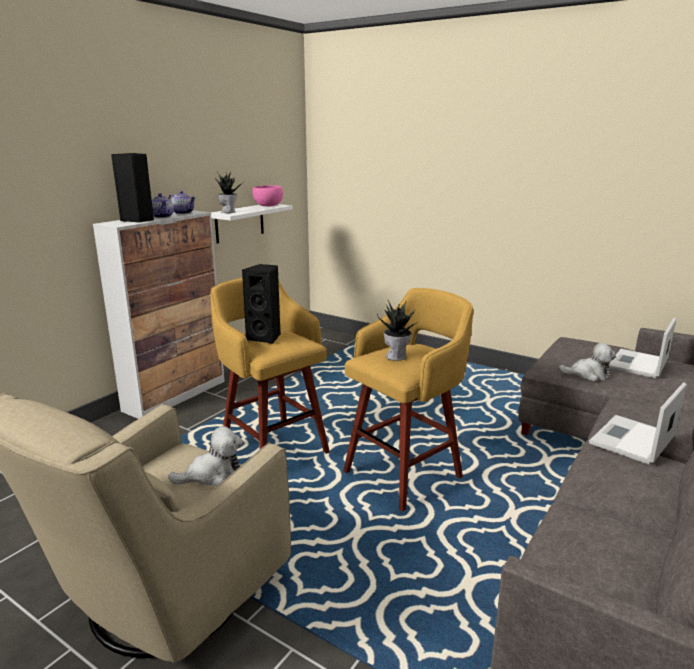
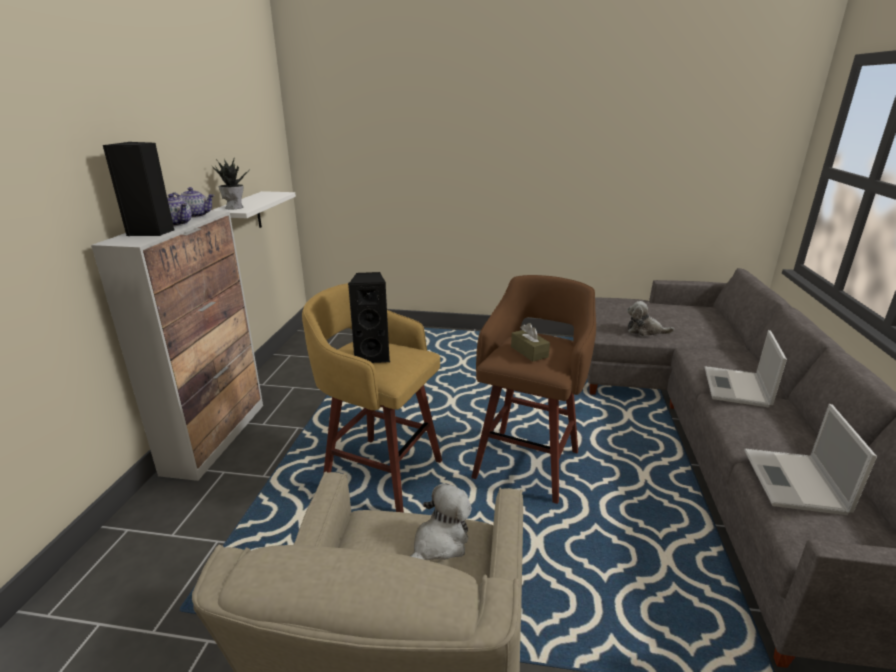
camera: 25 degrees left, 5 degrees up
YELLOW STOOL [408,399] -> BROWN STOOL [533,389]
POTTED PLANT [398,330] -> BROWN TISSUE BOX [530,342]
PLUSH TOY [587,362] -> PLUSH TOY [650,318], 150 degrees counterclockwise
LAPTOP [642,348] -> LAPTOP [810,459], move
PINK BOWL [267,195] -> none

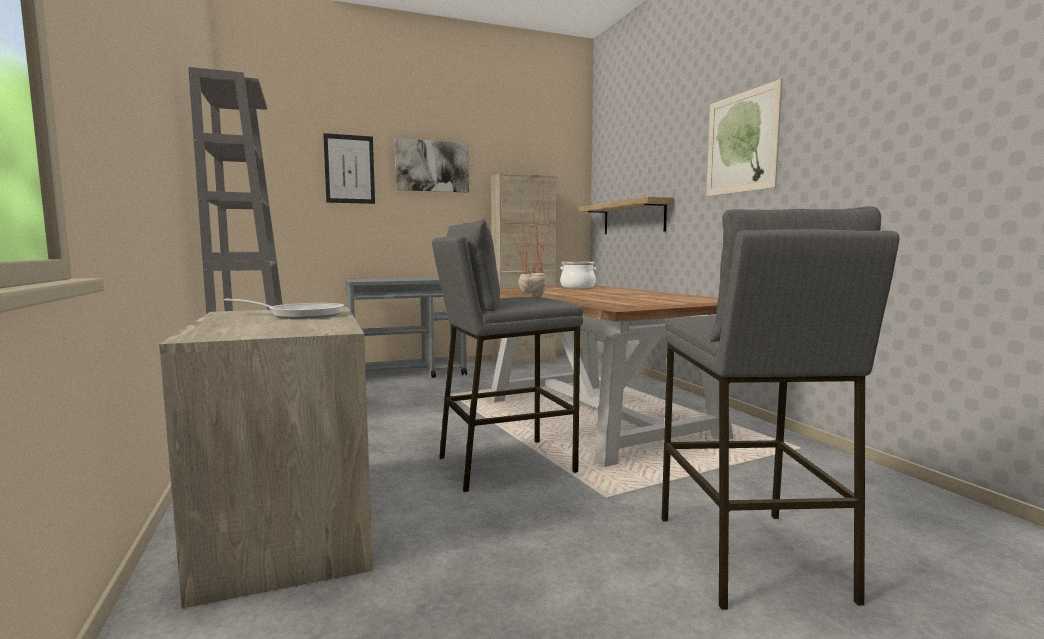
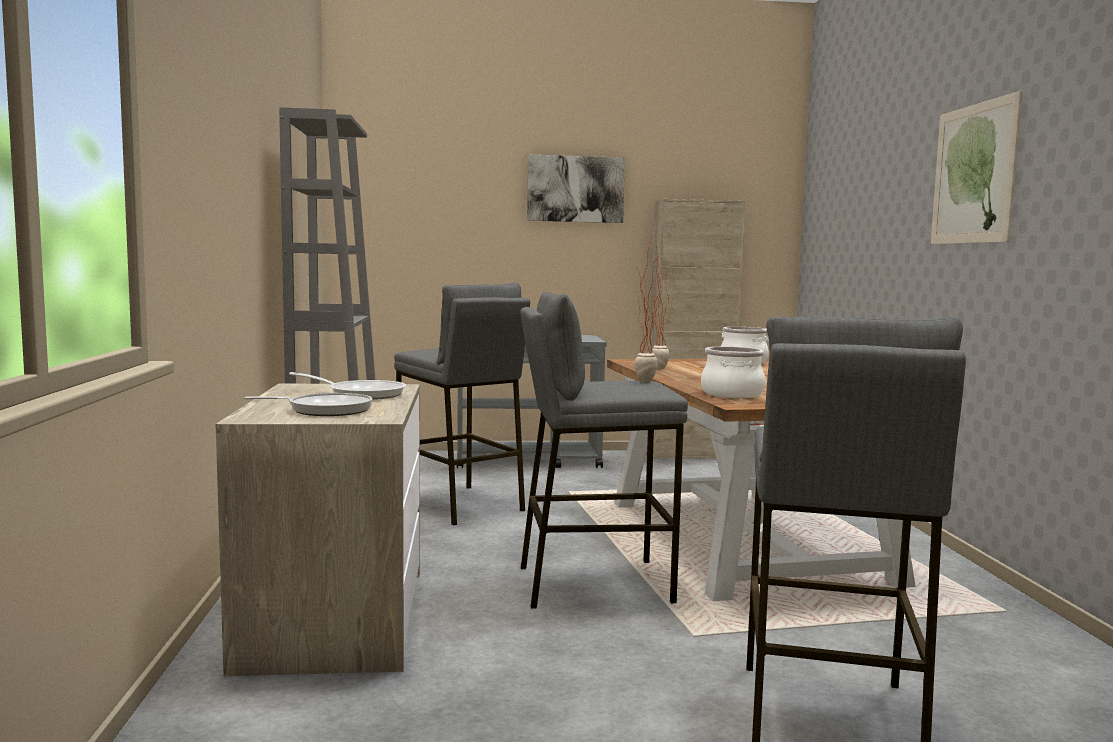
camera: 15 degrees right, 0 degrees up
none -> FRYING PAN [308,404]
none -> GREY STOOL [462,404]
none -> COOKING POT [733,372]
PICTURE [349,168] -> none
SHELF [626,215] -> none

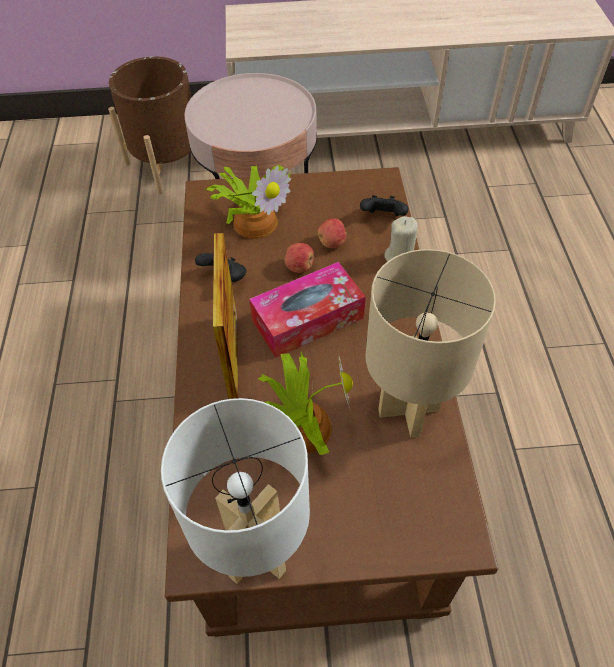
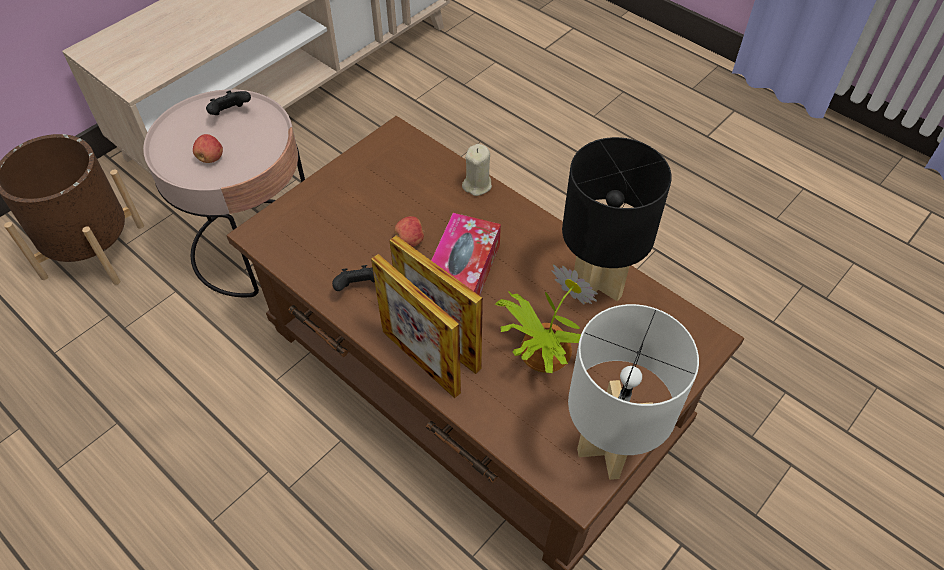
camera: 45 degrees left, 0 degrees up
APPLE [332,233] -> APPLE [208,148], move
BLACK GAME CONTROLLER [384,205] -> BLACK GAME CONTROLLER [228,102], move
none -> PICTURE FRAME [416,326]
BEIGE TABLE LAMP [430,343] -> BLACK TABLE LAMP [616,220]
POTTED PLANT [247,202] -> none

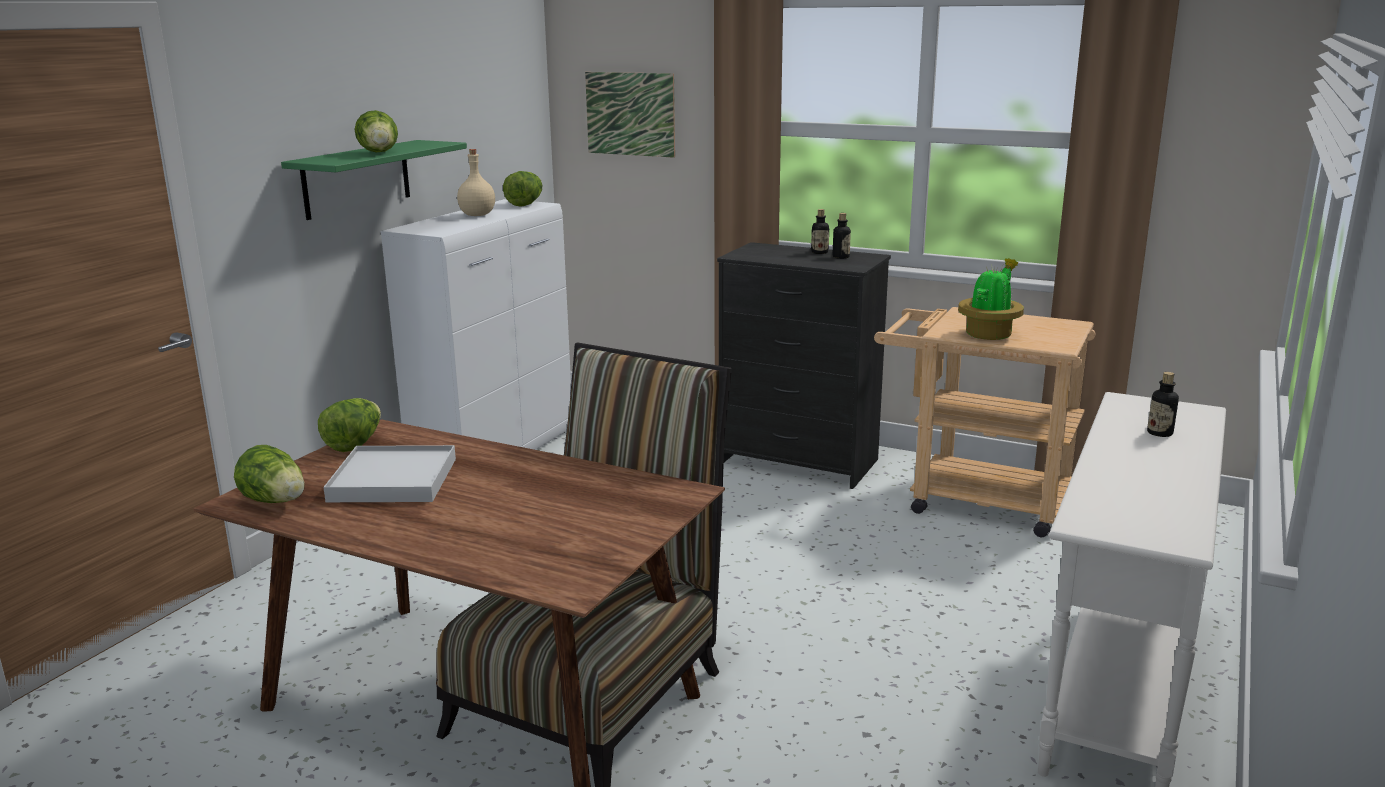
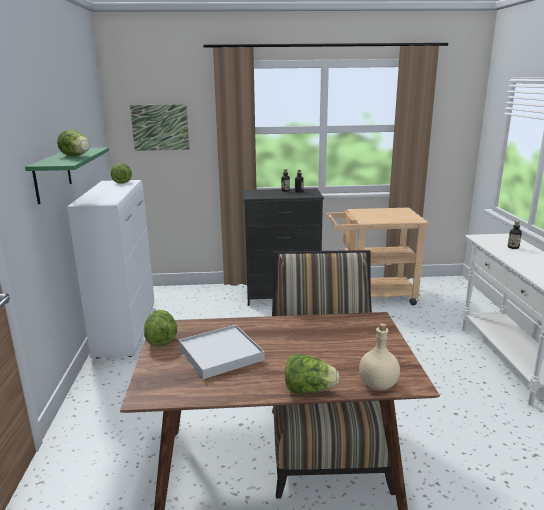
camera: 30 degrees left, 0 degrees up
LETTUCE [269,474] -> LETTUCE [312,374], move
BEIGE BOTTLE [476,182] -> BEIGE BOTTLE [379,356], move
POTTED PLANT [991,299] -> none

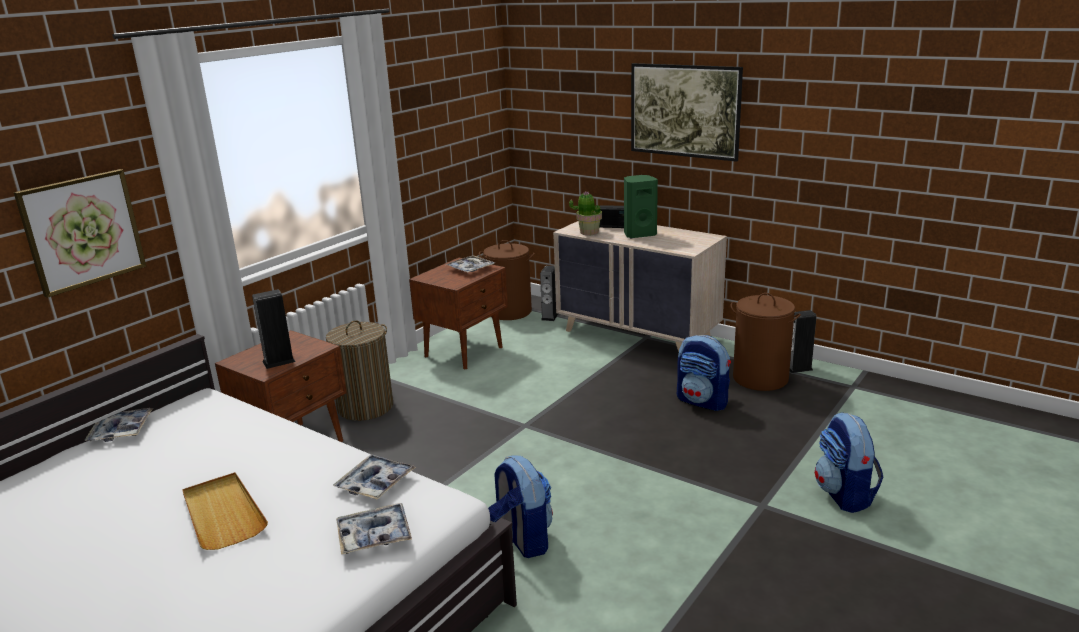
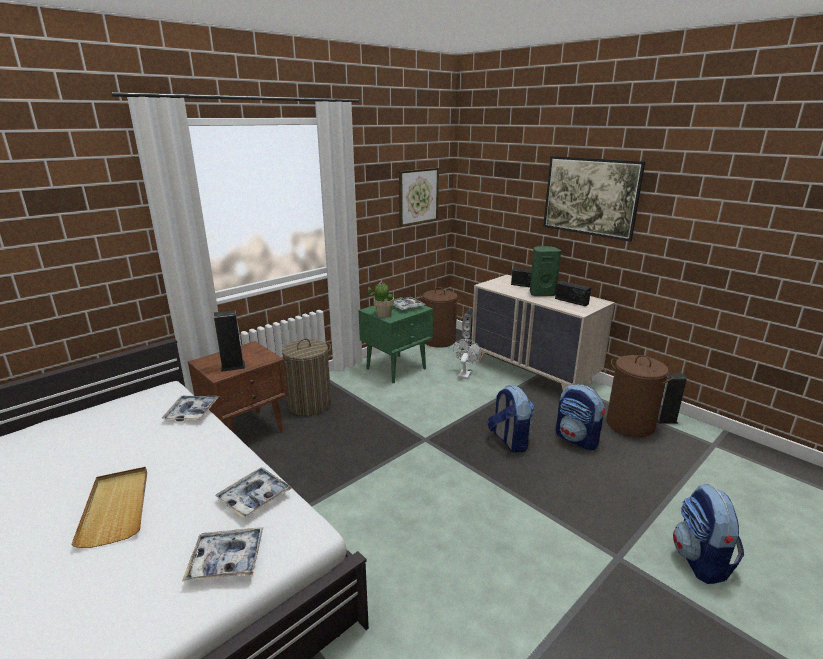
camera: 10 degrees right, 0 degrees up
TRAY [119,425] -> TRAY [190,408], move
BROWN NIGHTSTAND [458,313] -> GREEN NIGHTSTAND [395,340]
POTTED PLANT [585,213] -> POTTED PLANT [381,299], move
PICTURE [80,233] -> PICTURE [419,197], move
none -> WHITE FAN [467,359]
BACKPACK [520,506] -> BACKPACK [510,419], move
none -> RADIO [573,293]

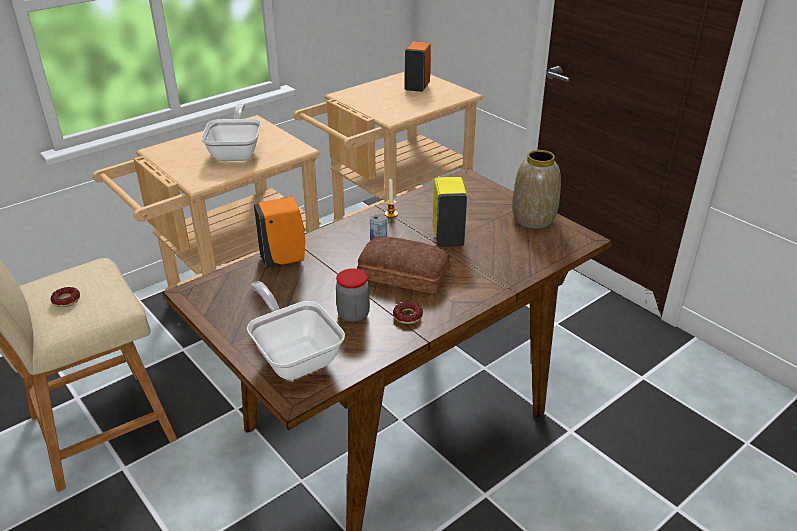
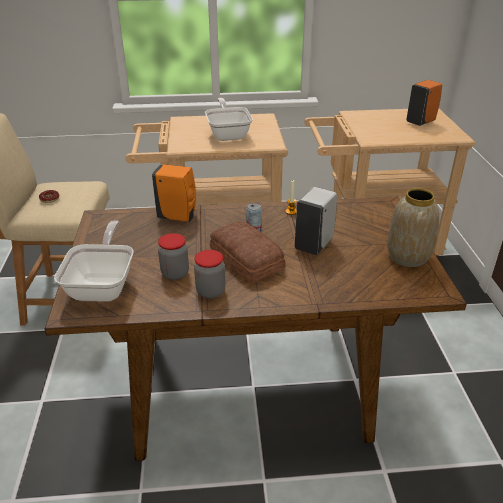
camera: 35 degrees right, 0 degrees up
DONUT [408,312] -> JAR [209,274]
FRYING PAN [231,132] -> FRYING PAN [229,119], 45 degrees counterclockwise
YELLOW SOAP DISPENSER [450,212] -> WHITE SOAP DISPENSER [316,221]

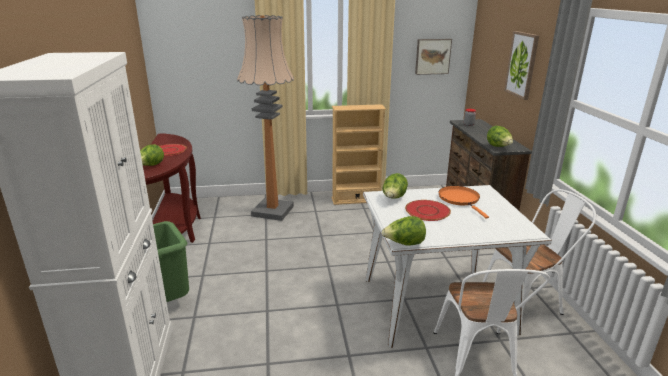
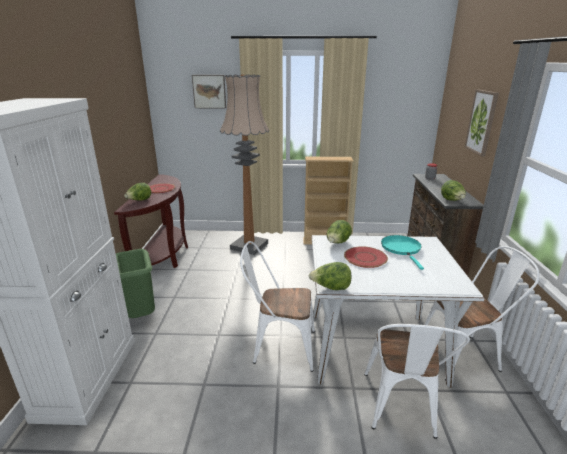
camera: 10 degrees right, 0 degrees up
PICTURE [433,57] -> PICTURE [209,91], move
none -> WHITE CHAIR [277,306]
ORANGE FRYING PAN [464,202] -> TURQUOISE FRYING PAN [402,252]

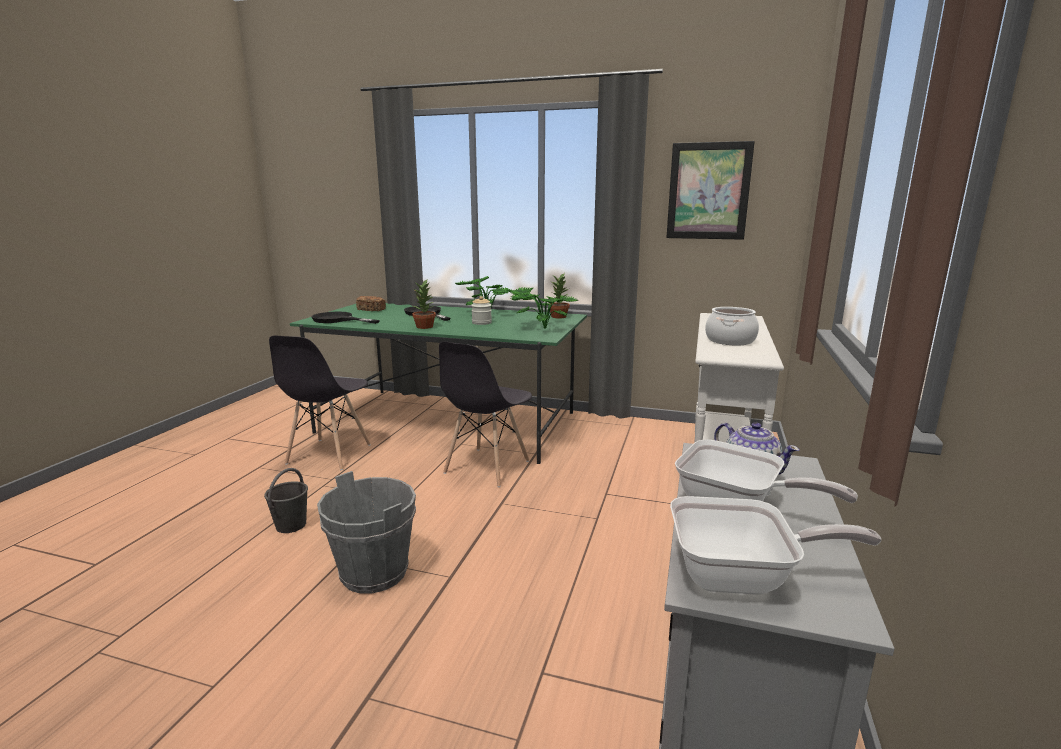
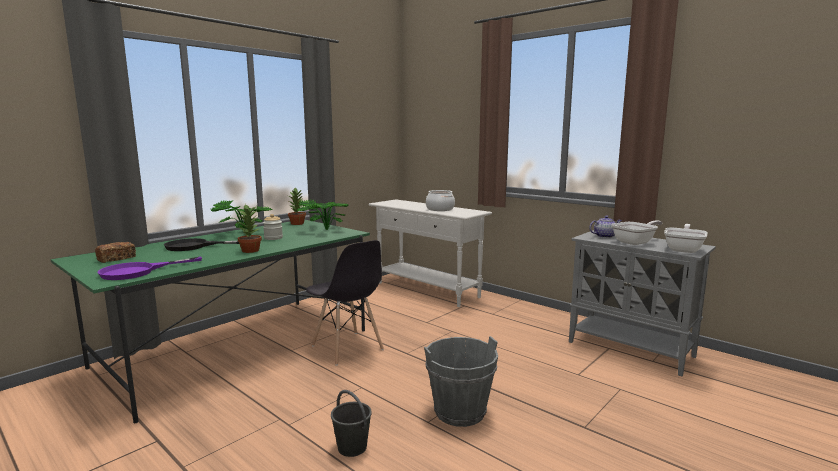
camera: 65 degrees left, 5 degrees down
BLACK FRYING PAN [346,318] -> PURPLE FRYING PAN [150,268]
GREY CHAIR [320,403] -> none
PICTURE [710,190] -> none

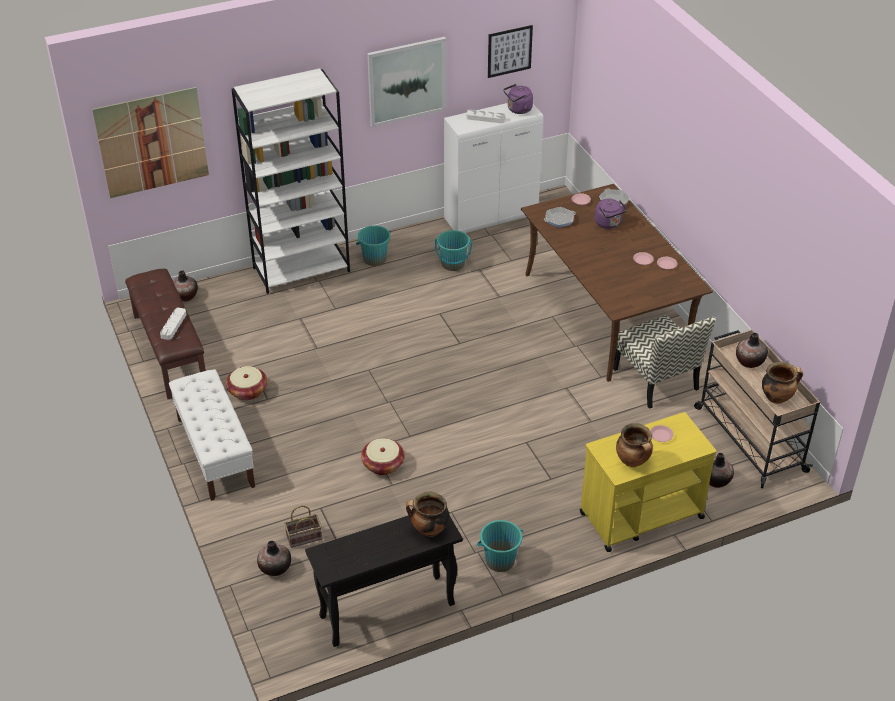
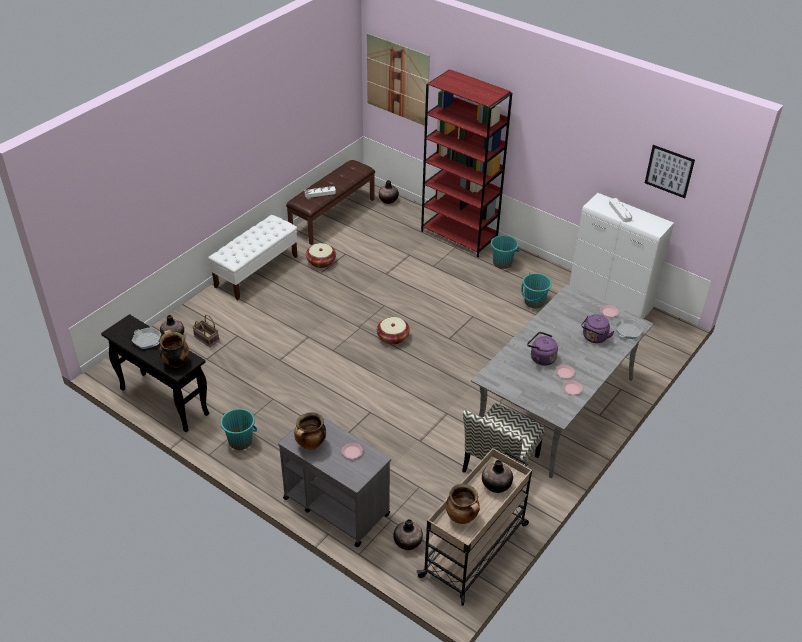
camera: 60 degrees right, 0 degrees up
FRYING PAN [560,217] -> FRYING PAN [147,338], move
YELLOW CART [648,482] -> GREY CART [334,479]
BASKET [383,456] -> BASKET [393,331], move
WHITE BOOKCASE [290,181] -> RED BOOKCASE [466,163]
BROWN DINING TABLE [617,283] -> GREY DINING TABLE [562,382]
PURPLE KETTLE [518,99] -> PURPLE KETTLE [542,349], move
PICTURE [406,82] -> none

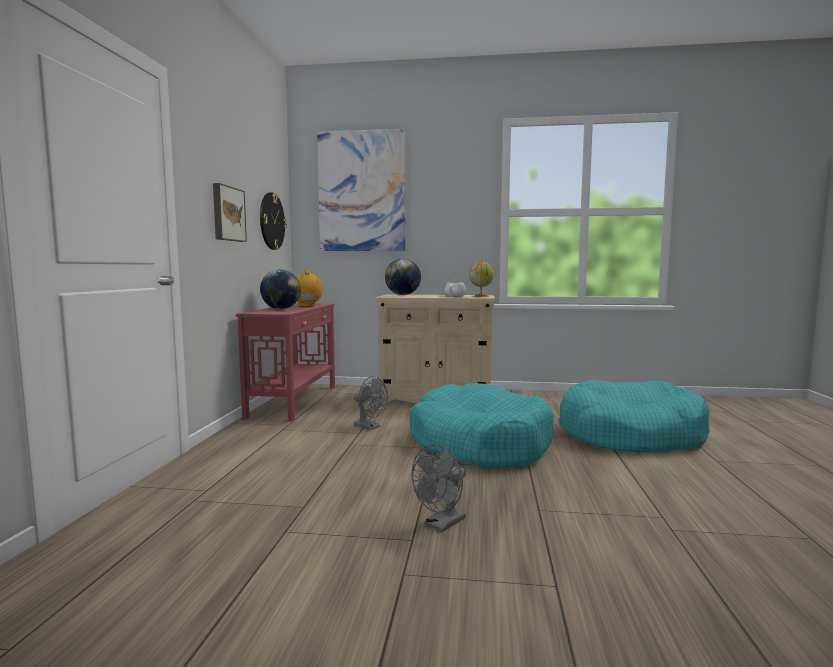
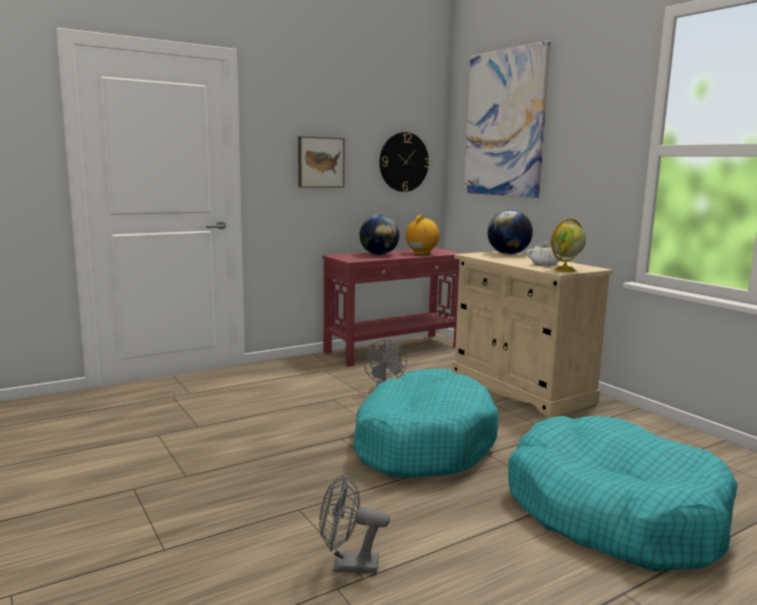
camera: 50 degrees right, 5 degrees up
GREY FAN [439,488] -> GREY FAN [354,523], move

